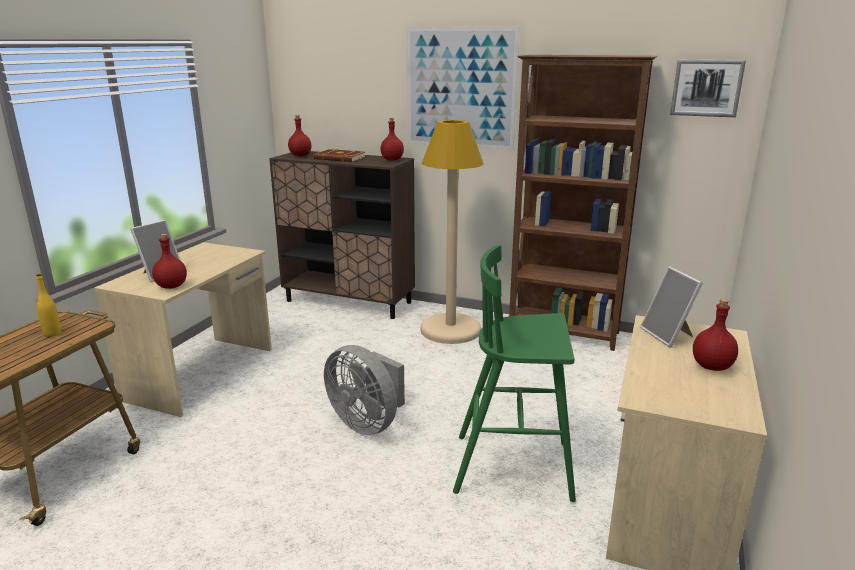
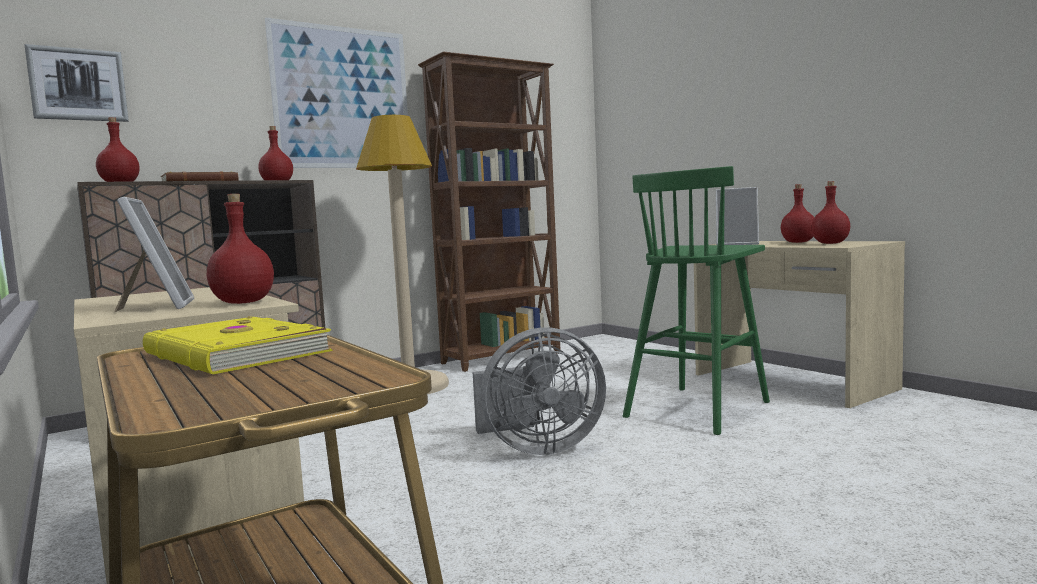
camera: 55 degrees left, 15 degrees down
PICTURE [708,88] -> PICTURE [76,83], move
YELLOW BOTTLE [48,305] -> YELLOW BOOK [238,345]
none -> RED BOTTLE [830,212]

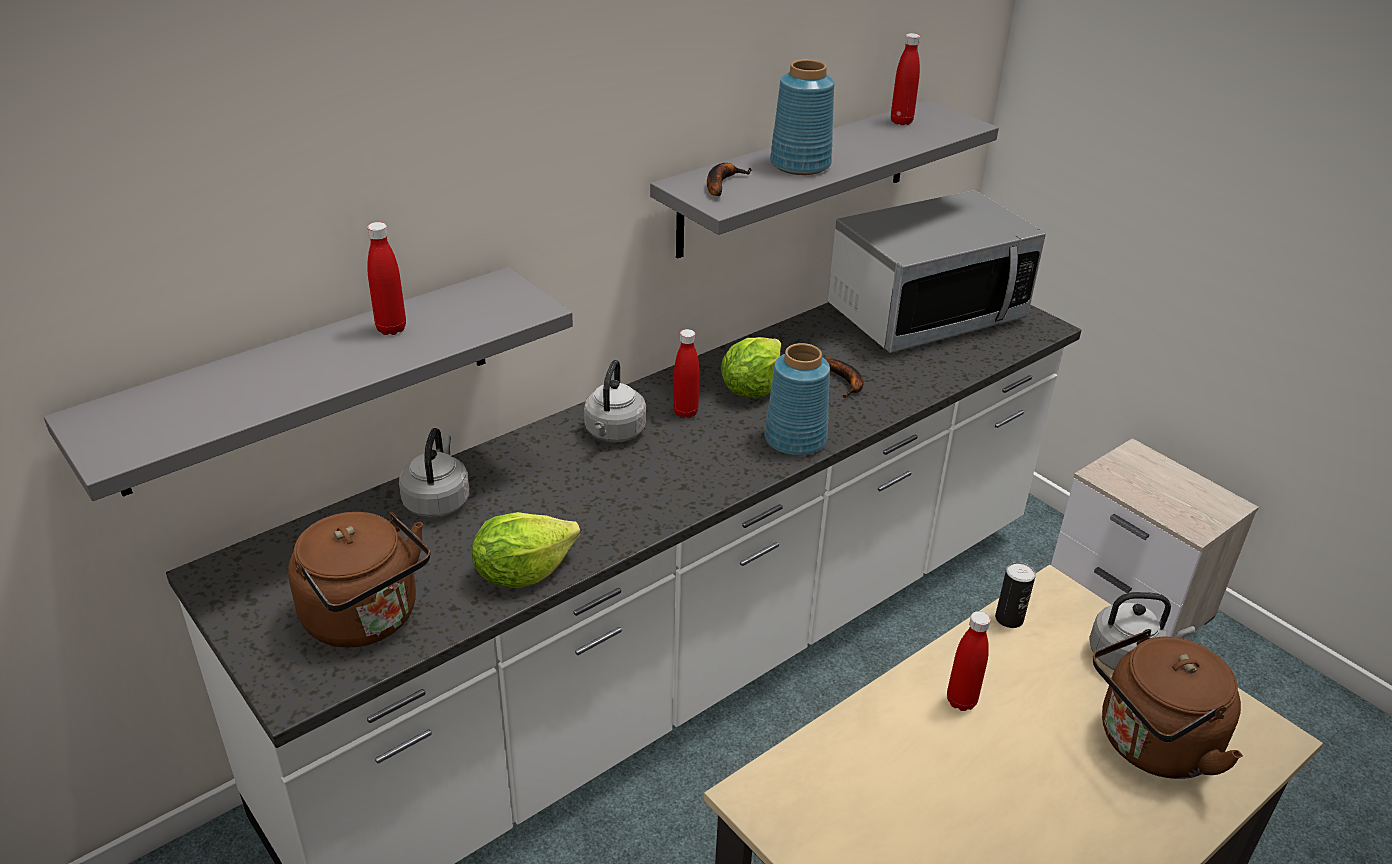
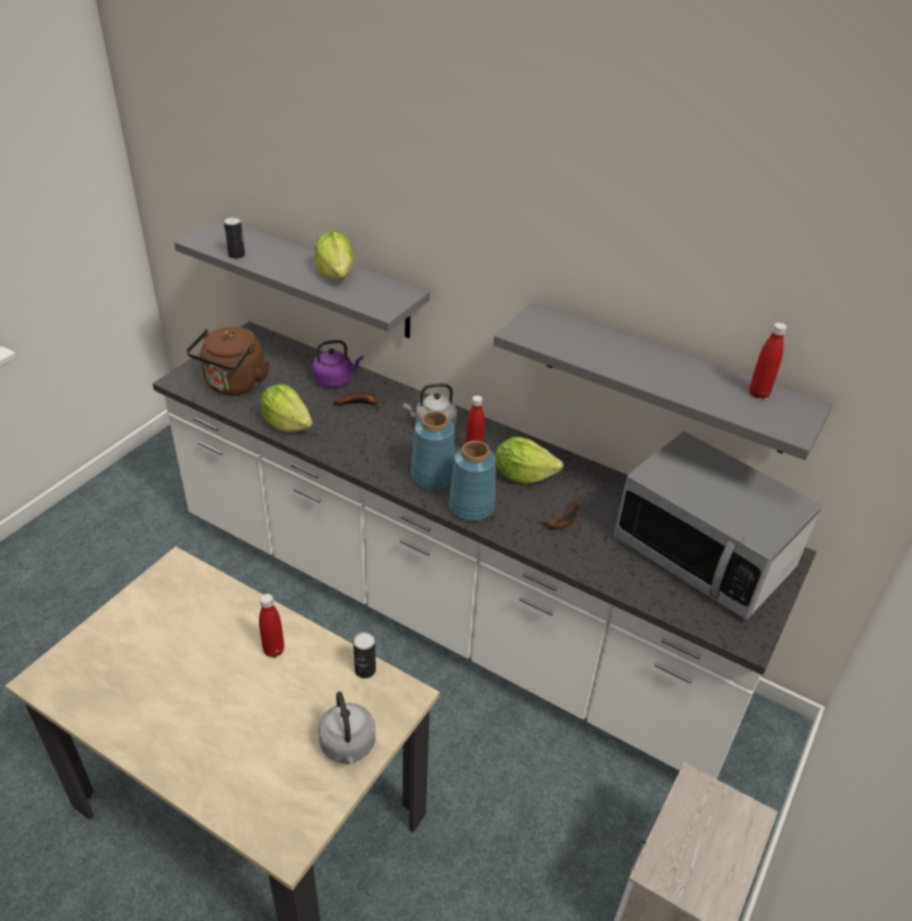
camera: 70 degrees right, 5 degrees up
none -> CAN [234,238]
GREY KETTLE [434,472] -> PURPLE KETTLE [338,364]
RED BOTTLE [386,278] -> LETTUCE [334,255]
BANANA [729,179] -> BANANA [356,402], move
BLUE VASE [802,117] -> BLUE VASE [433,450], move
BROWN KETTLE [1168,704] -> none

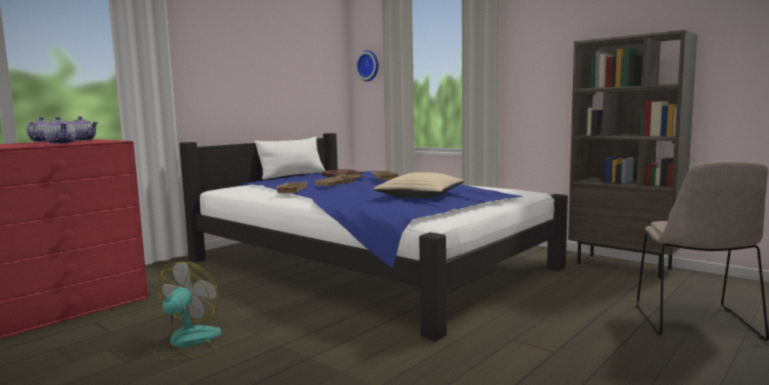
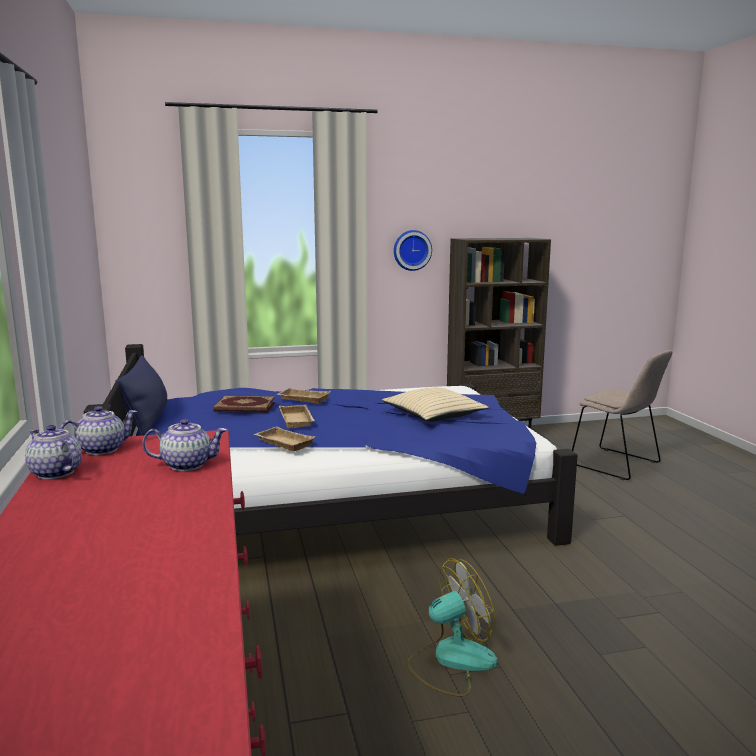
camera: 55 degrees left, 5 degrees up
WHITE PILLOW [289,158] -> BLUE PILLOW [141,395]
WALL CLOCK [367,65] -> WALL CLOCK [413,250], move
FAN [187,311] -> FAN [452,627], 105 degrees clockwise

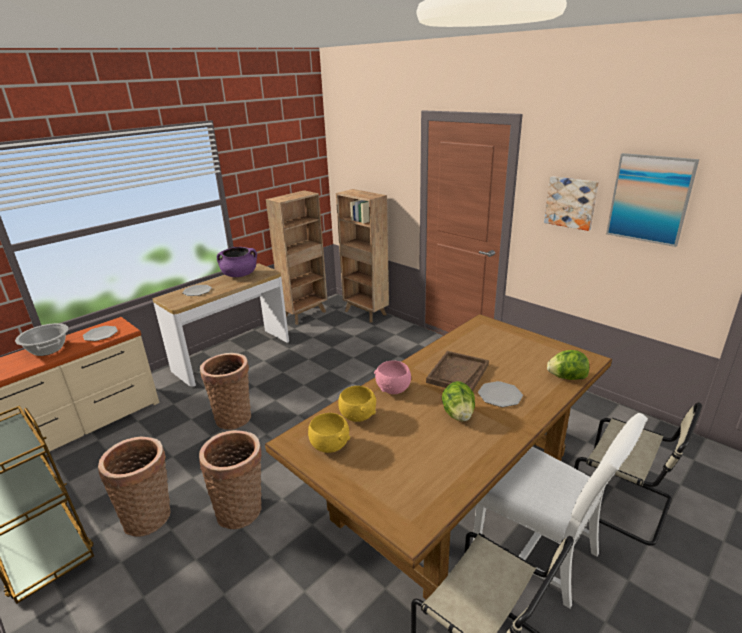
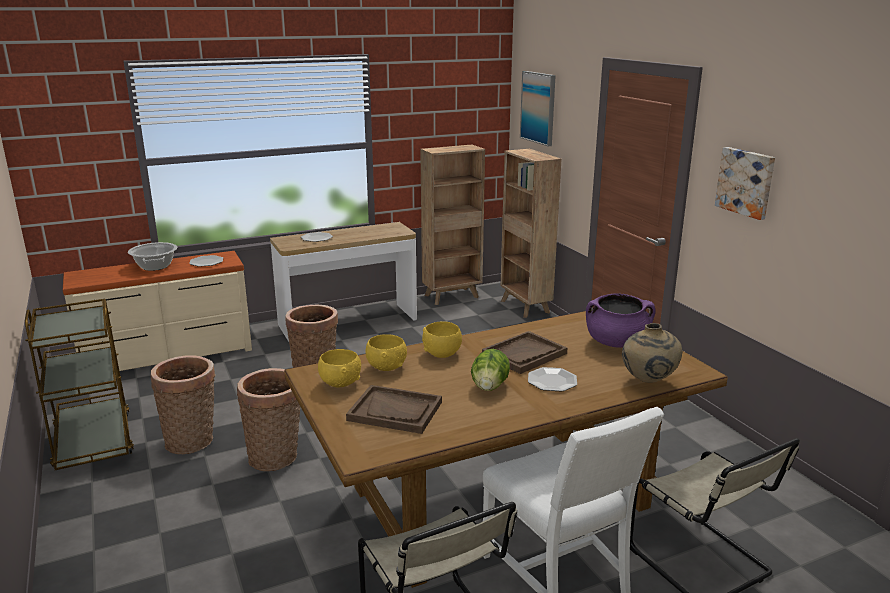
camera: 20 degrees right, 5 degrees down
none -> BROWN TRAY [394,409]
PINK BOWL [392,377] -> YELLOW BOWL [442,339]
PICTURE [652,200] -> PICTURE [538,108], move
PURPLE COOKING POT [237,262] -> PURPLE COOKING POT [621,320], move
LETTUCE [568,365] -> BEIGE VASE [652,352]

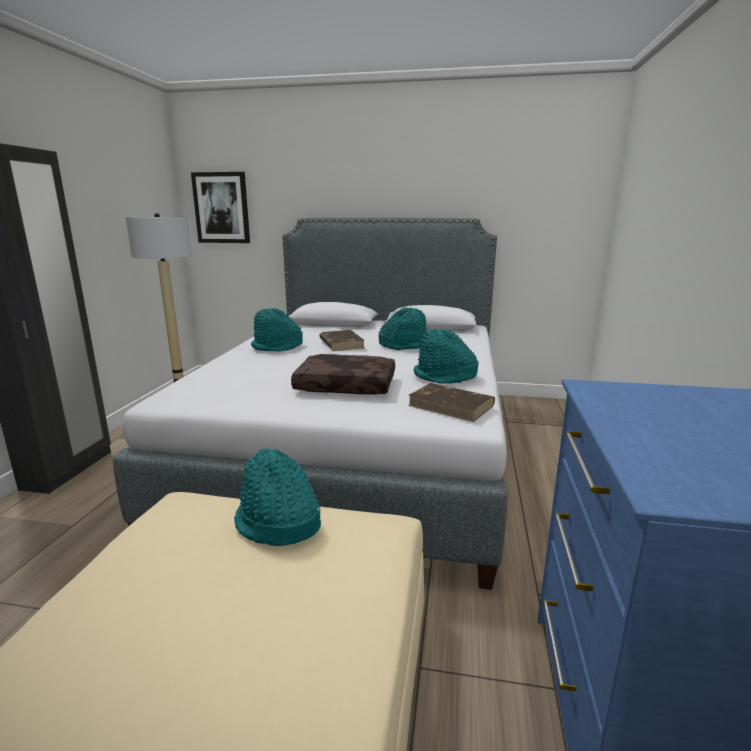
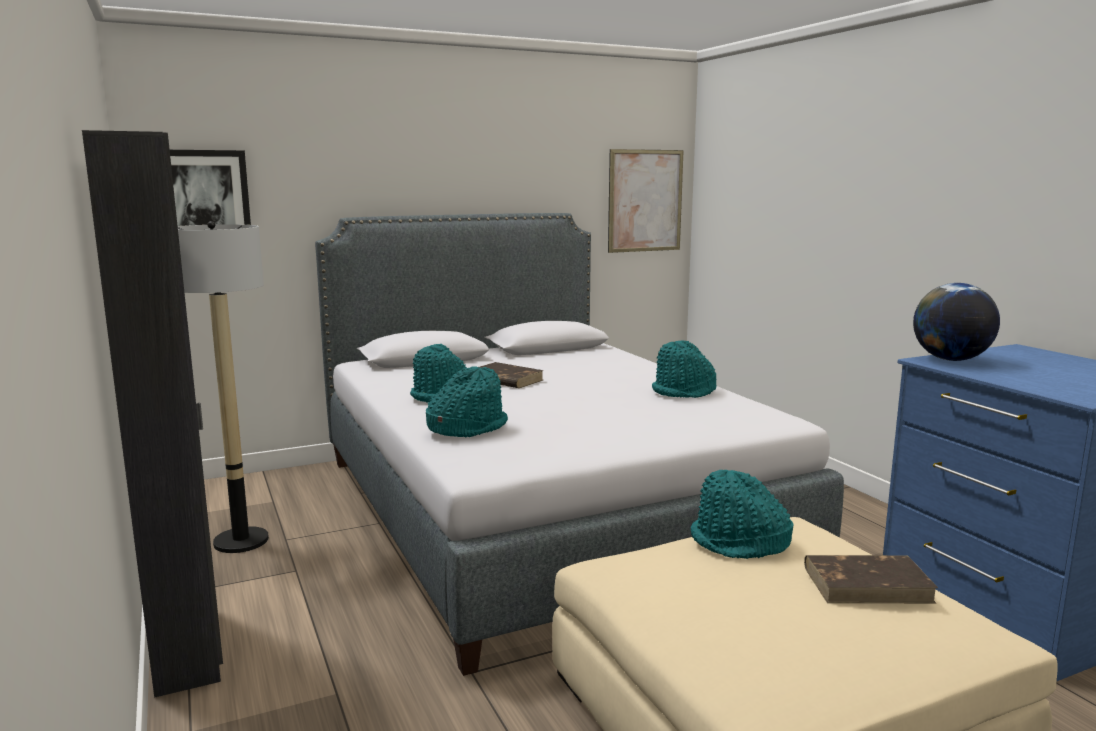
camera: 35 degrees left, 5 degrees down
TURQUOISE HAT [403,328] -> TURQUOISE HAT [467,401], move
none -> PICTURE [646,201]
BROWN BOOK [451,402] -> BROWN BOOK [871,579], move
none -> GLOBE [956,322]
BROWN PILLOW [343,374] -> none

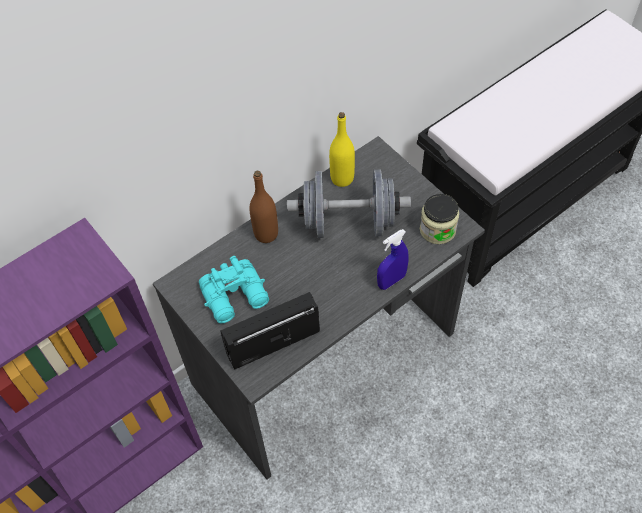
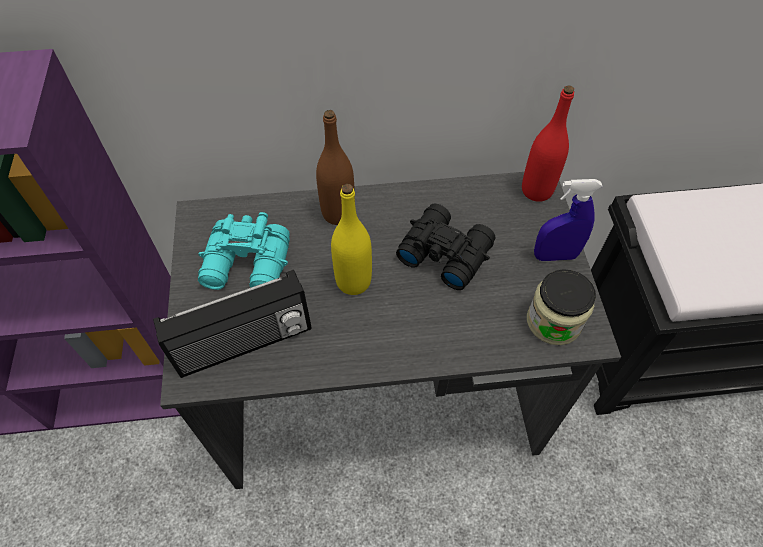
camera: 30 degrees right, 0 degrees up
RADIO [270,331] -> RADIO [232,324], 150 degrees clockwise
YELLOW BOTTLE [342,149] -> YELLOW BOTTLE [351,239], move
GREY DUMBBELL [349,204] -> BLACK BINOCULARS [445,246]
none -> RED BOTTLE [548,143]
BLUE SPRAY BOTTLE [393,259] -> BLUE SPRAY BOTTLE [568,220], move

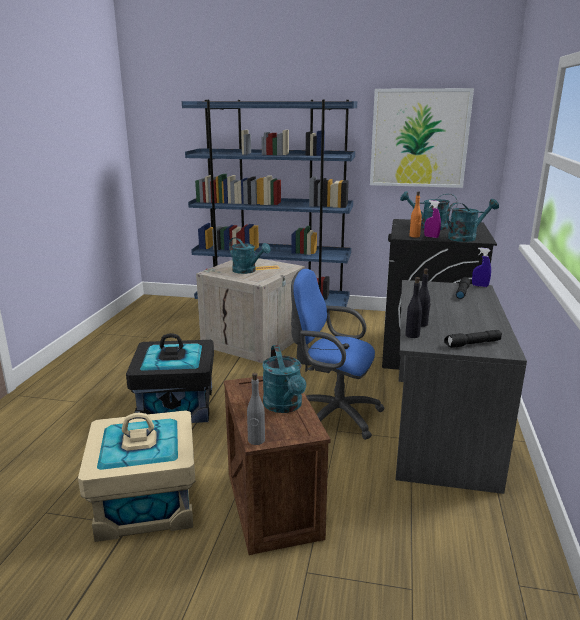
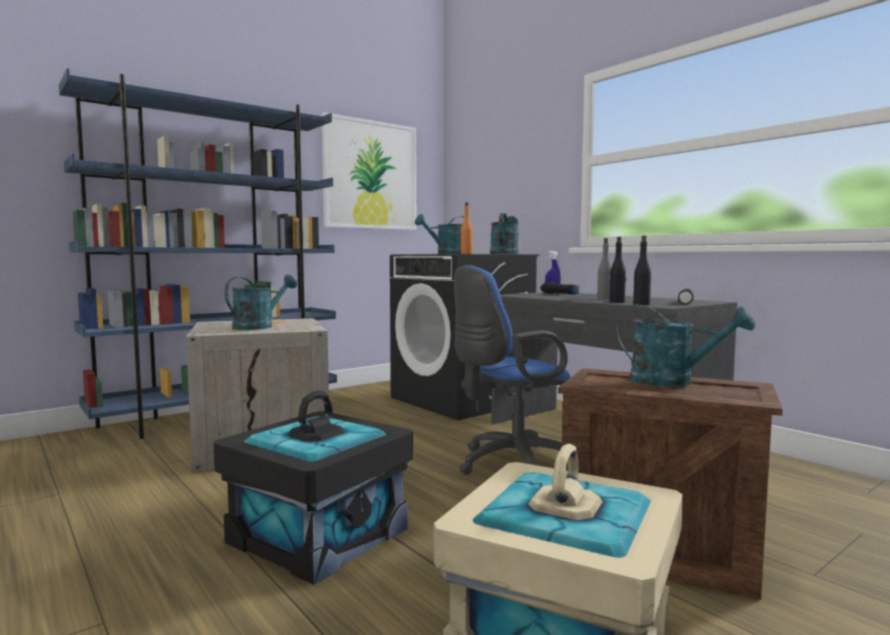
camera: 50 degrees left, 15 degrees down
TURQUOISE WATERING CAN [249,255] -> TURQUOISE WATERING CAN [261,302], 45 degrees counterclockwise
GREY BOTTLE [256,409] -> GREY BOTTLE [604,269], move
PURPLE SPRAY BOTTLE [432,219] -> none

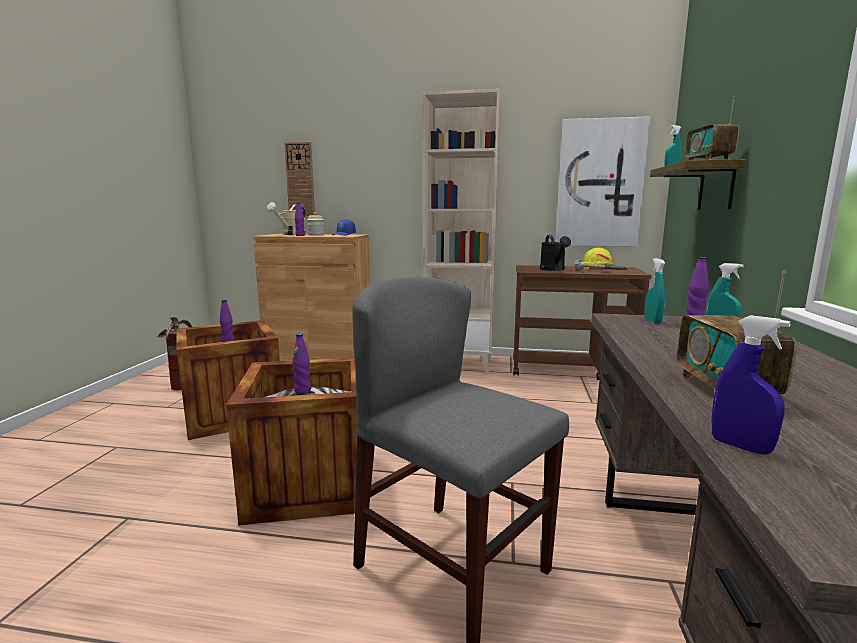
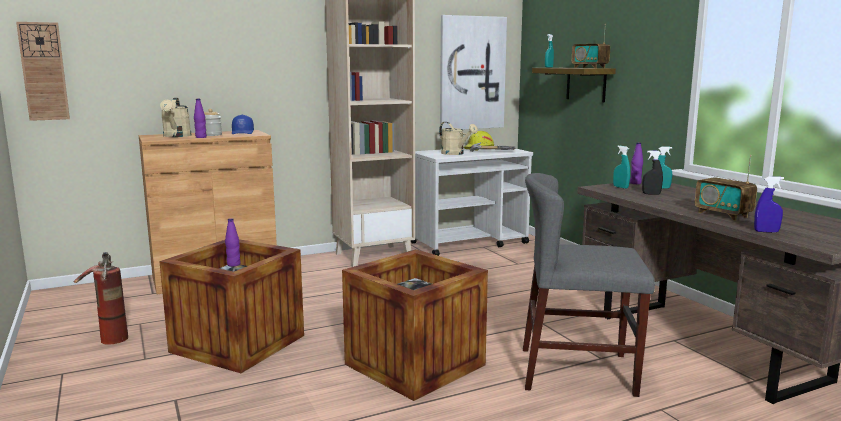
camera: 35 degrees left, 0 degrees up
WALL CLOCK [299,180] -> WALL CLOCK [43,71], move
BROWN CART [582,322] -> WHITE CART [472,202]
BLACK WATERING CAN [555,253] -> BEIGE WATERING CAN [458,138]
none -> BLACK SPRAY BOTTLE [652,172]
PURPLE BOTTLE [301,363] -> none

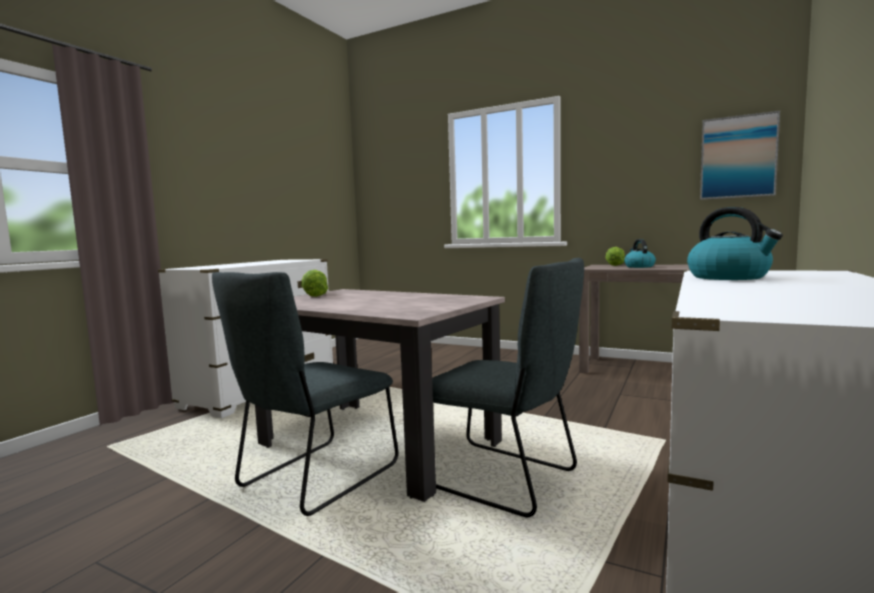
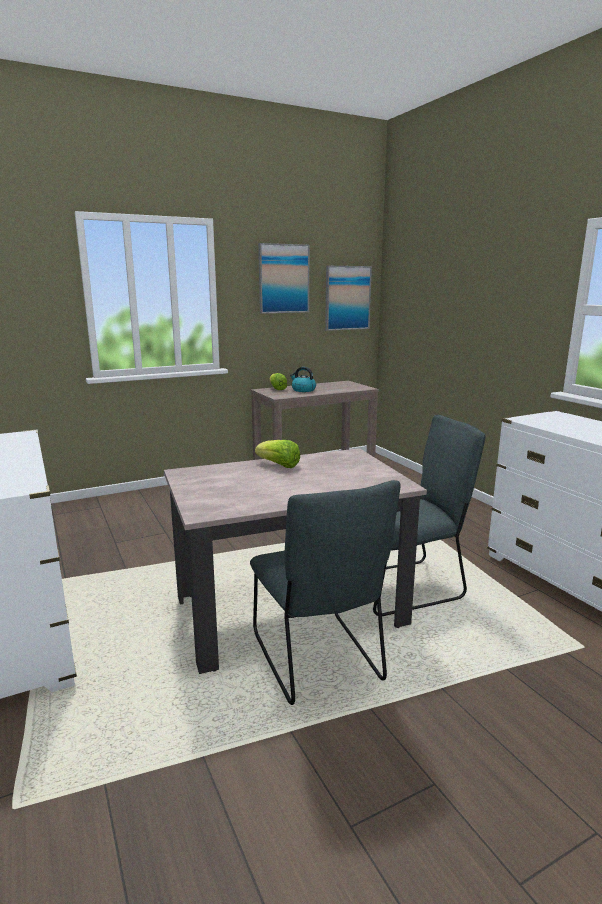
camera: 55 degrees left, 10 degrees up
LETTUCE [314,283] -> LETTUCE [277,454], move
none -> PICTURE [283,278]
KETTLE [735,243] -> none

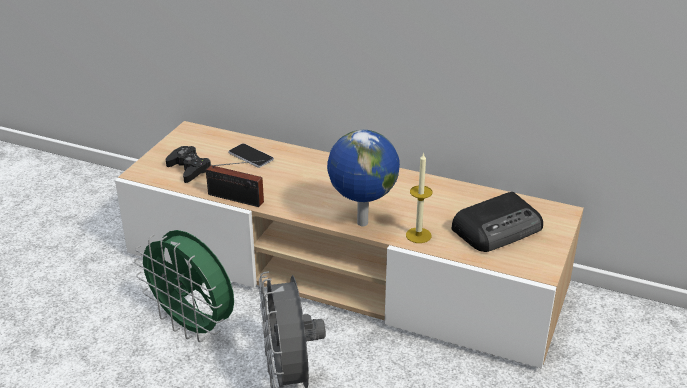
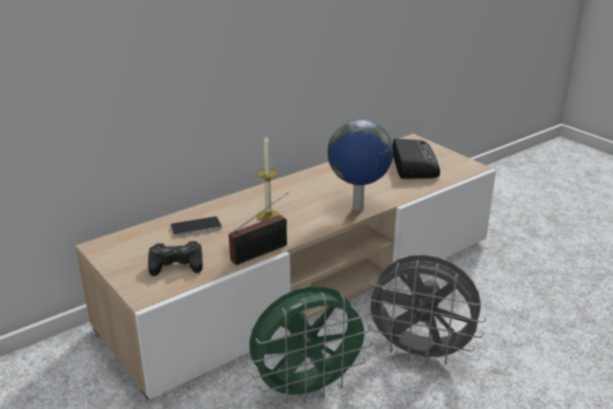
camera: 60 degrees left, 5 degrees down
CANDLE [419,197] -> CANDLE [268,178], move

